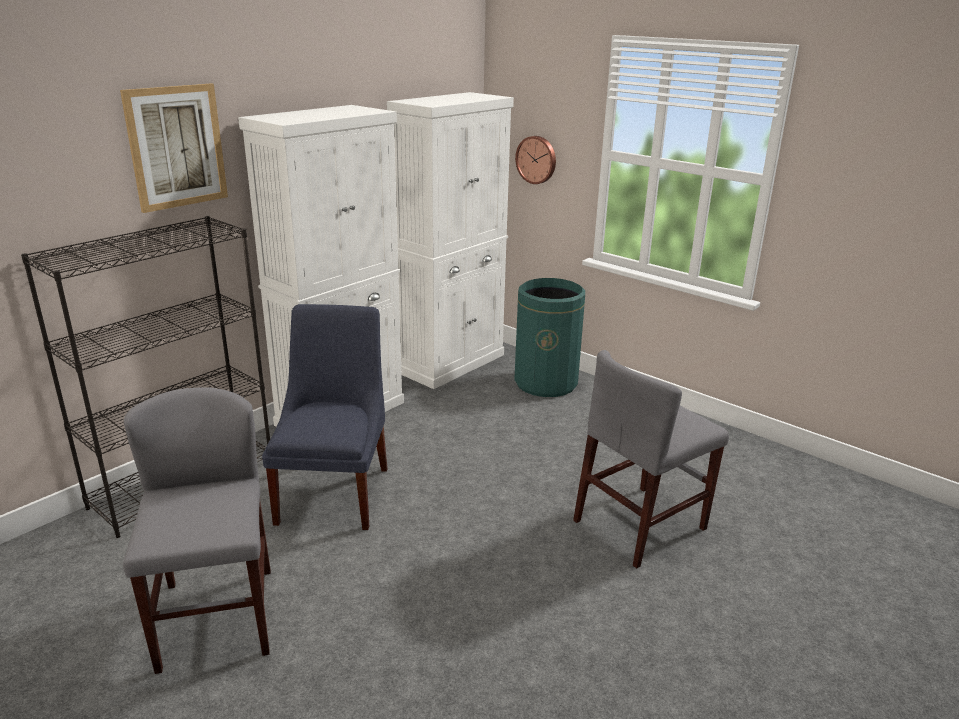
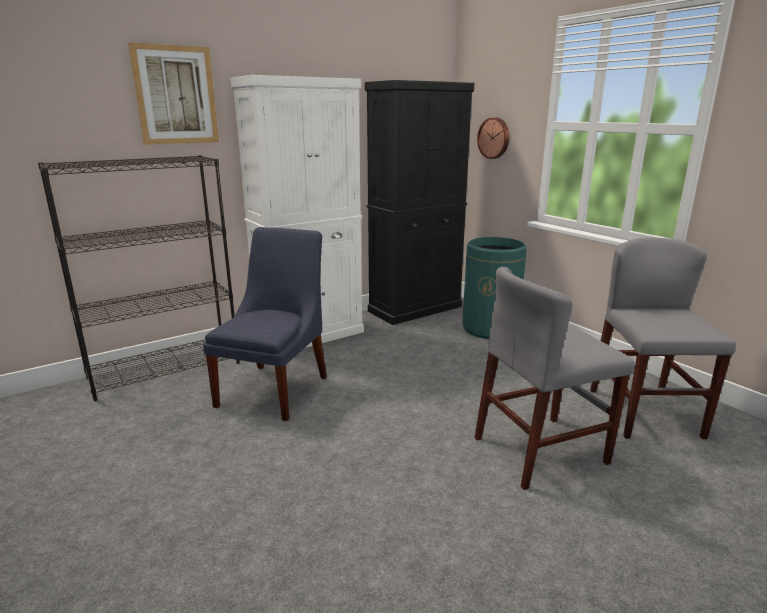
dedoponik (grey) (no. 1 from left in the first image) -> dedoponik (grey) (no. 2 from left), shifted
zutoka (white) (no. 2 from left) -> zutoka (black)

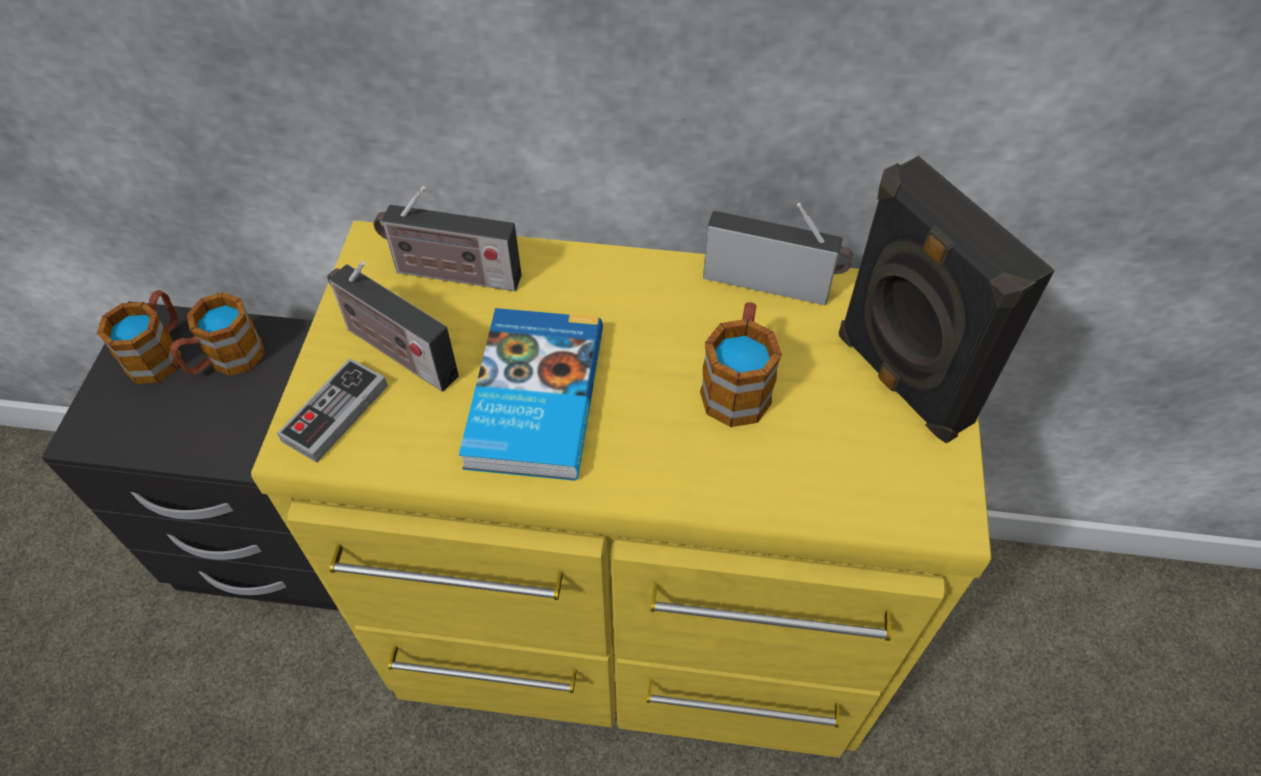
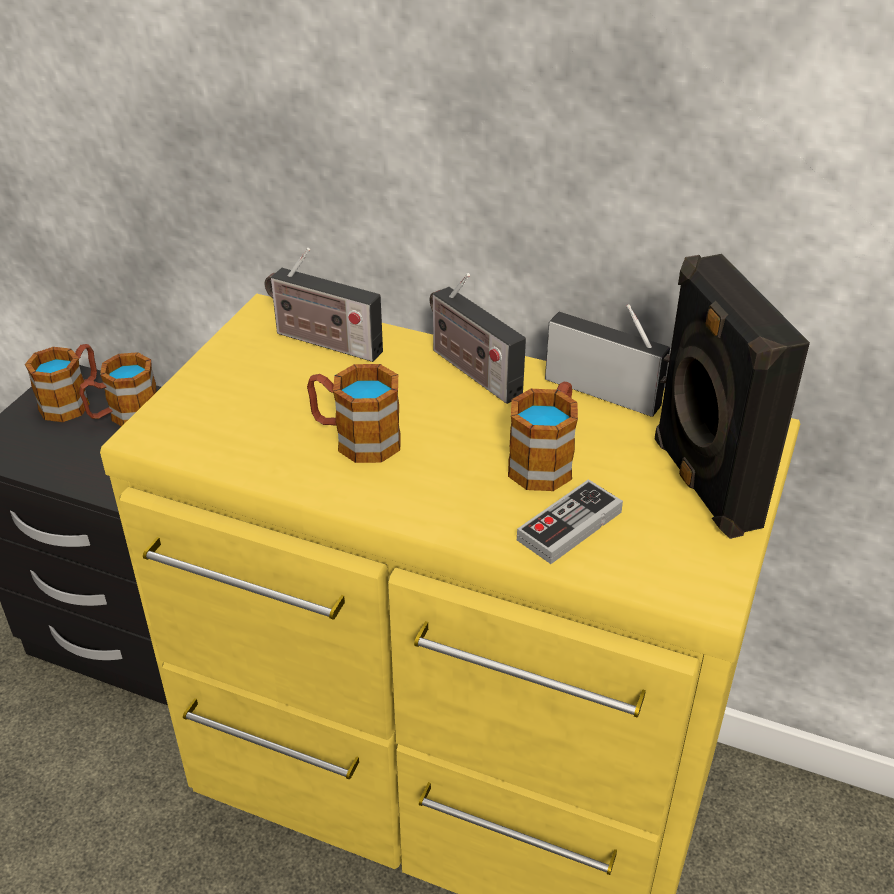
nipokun, shifted
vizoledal (no. 1 from left in the first image) -> vizoledal (no. 2 from left), shifted
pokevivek -> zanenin (no. 3 from left)

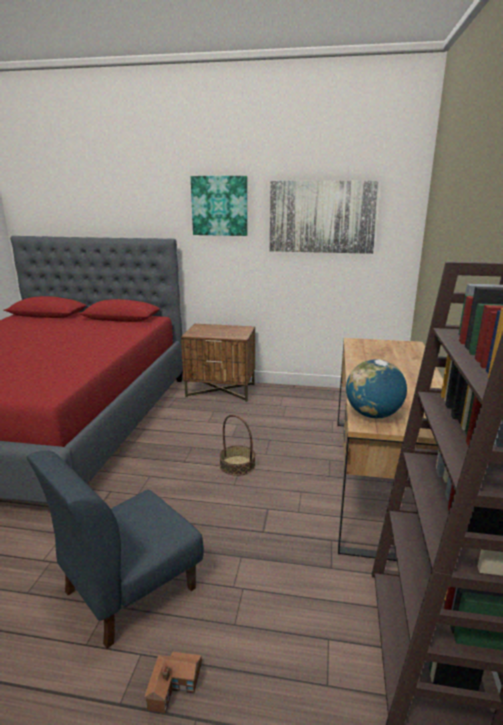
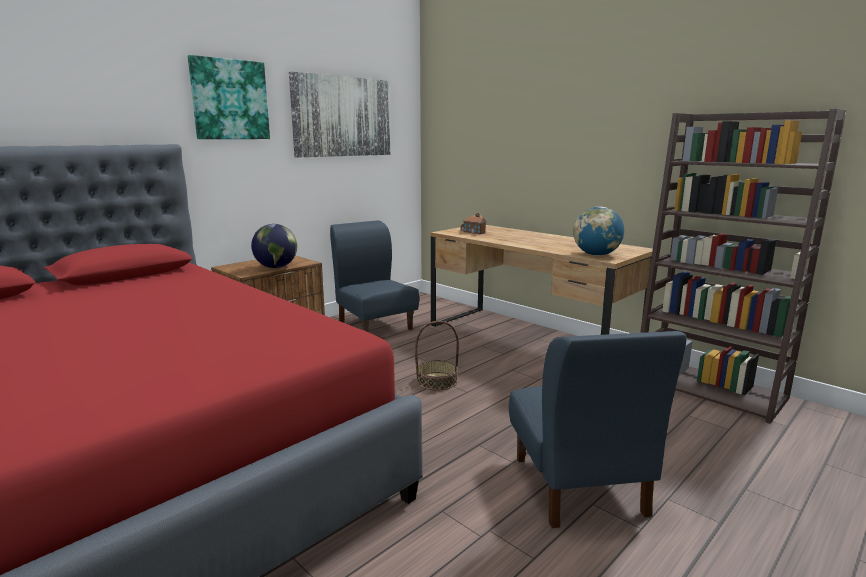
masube, shifted
none -> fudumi (no. 1 from left)
none -> dedoponik (blue) (no. 1 from left)

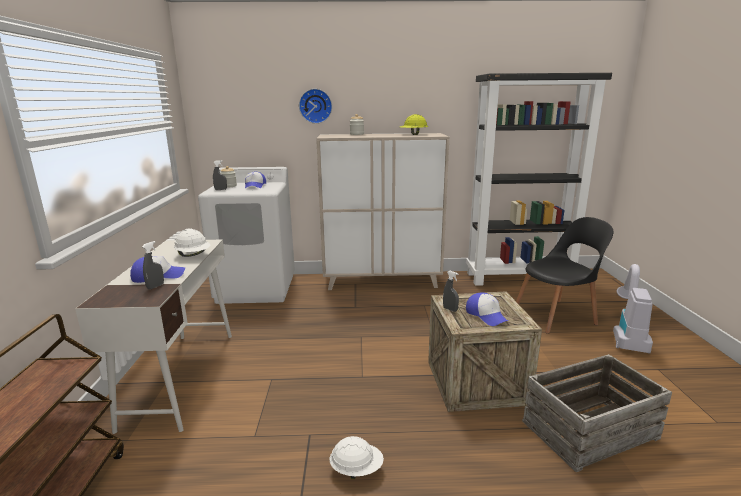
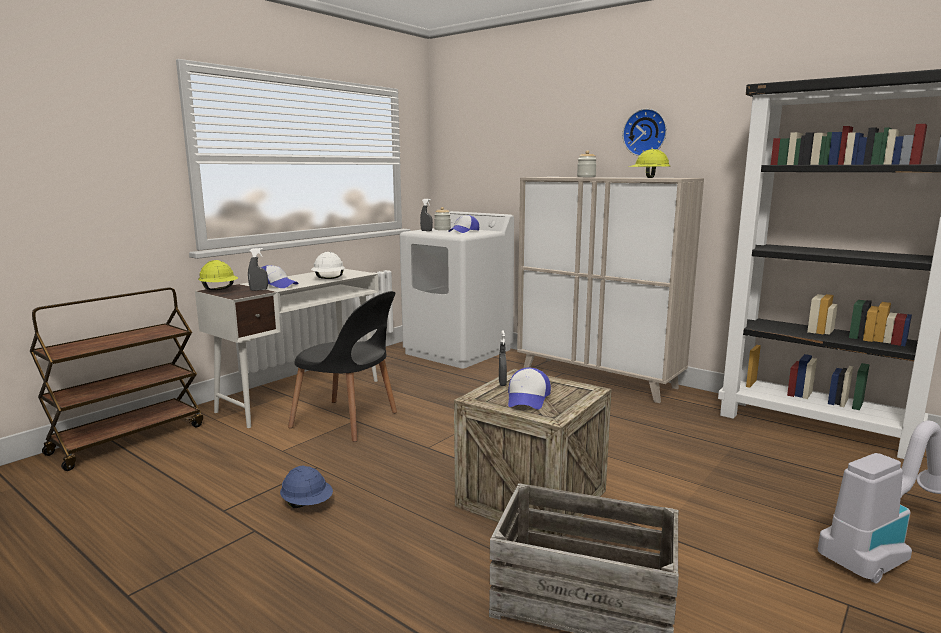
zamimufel, shifted
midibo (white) (no. 2 from left) -> midibo (blue)
dedoponik (black), shifted
none -> midibo (yellow) (no. 1 from left)

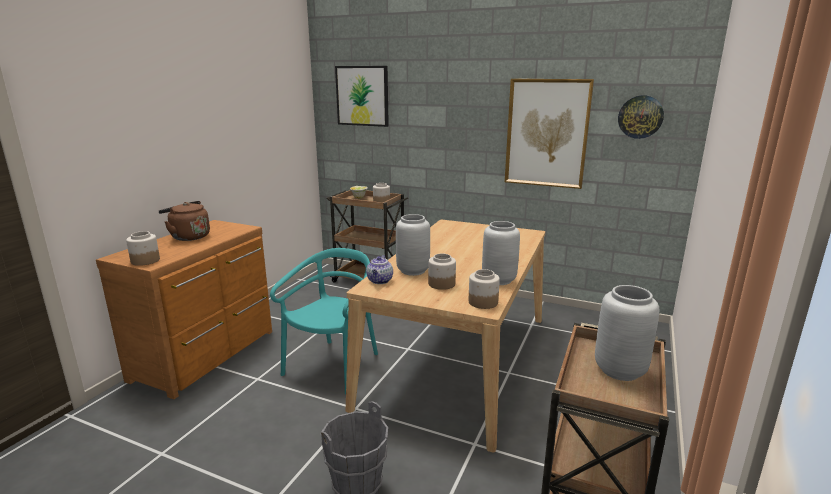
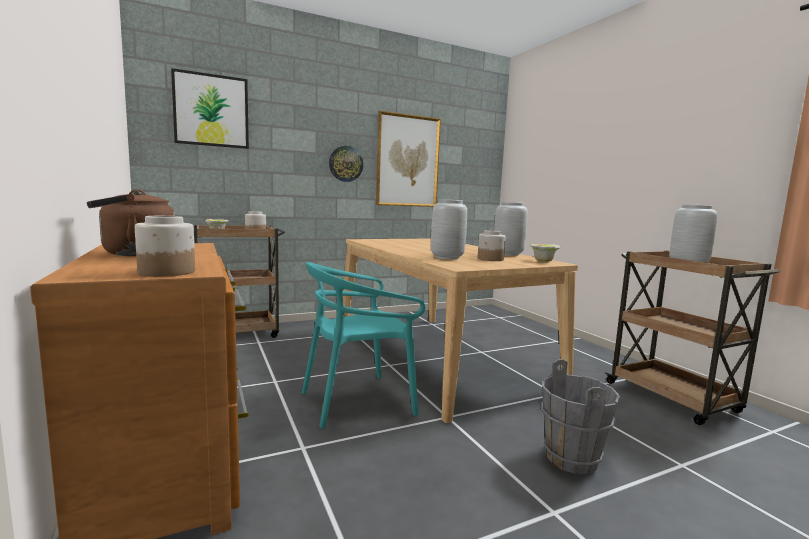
dedoponik (turquoise), 90 degrees counterclockwise
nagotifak -> none
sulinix (no. 4 from left) -> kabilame (no. 2 from left)
zamimufel, shifted

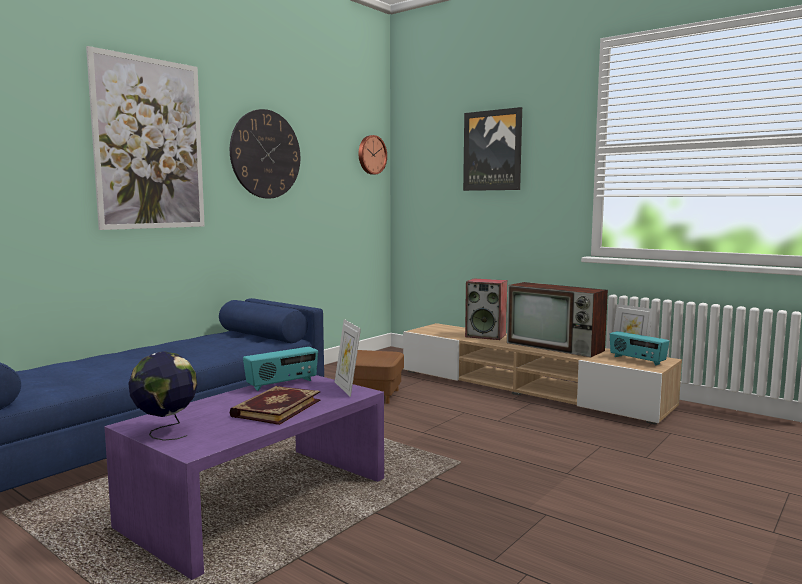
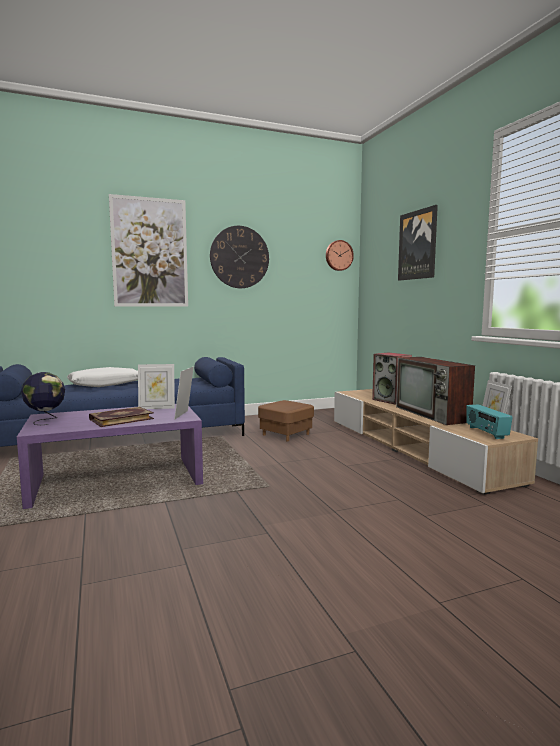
vizoledal (no. 1 from left) -> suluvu (no. 1 from left)
none -> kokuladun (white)

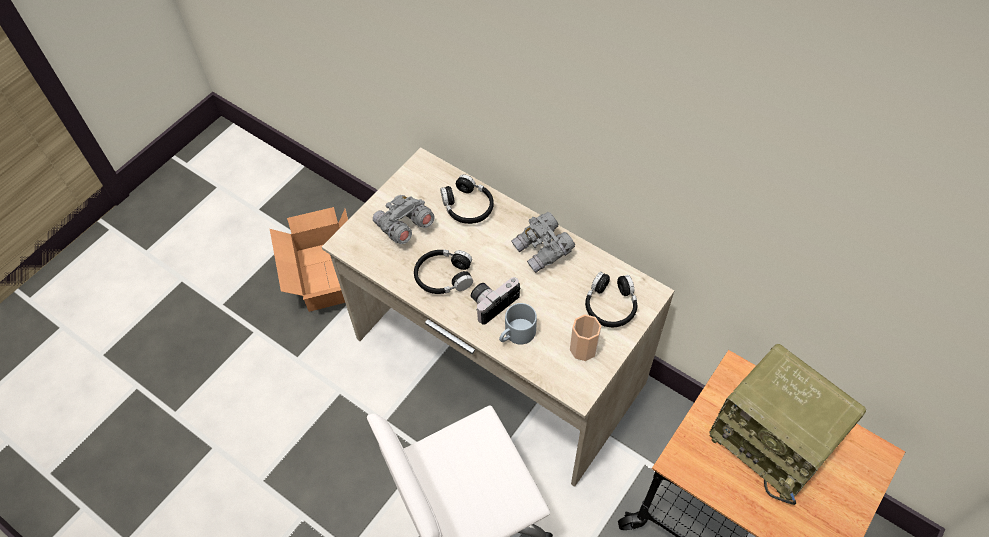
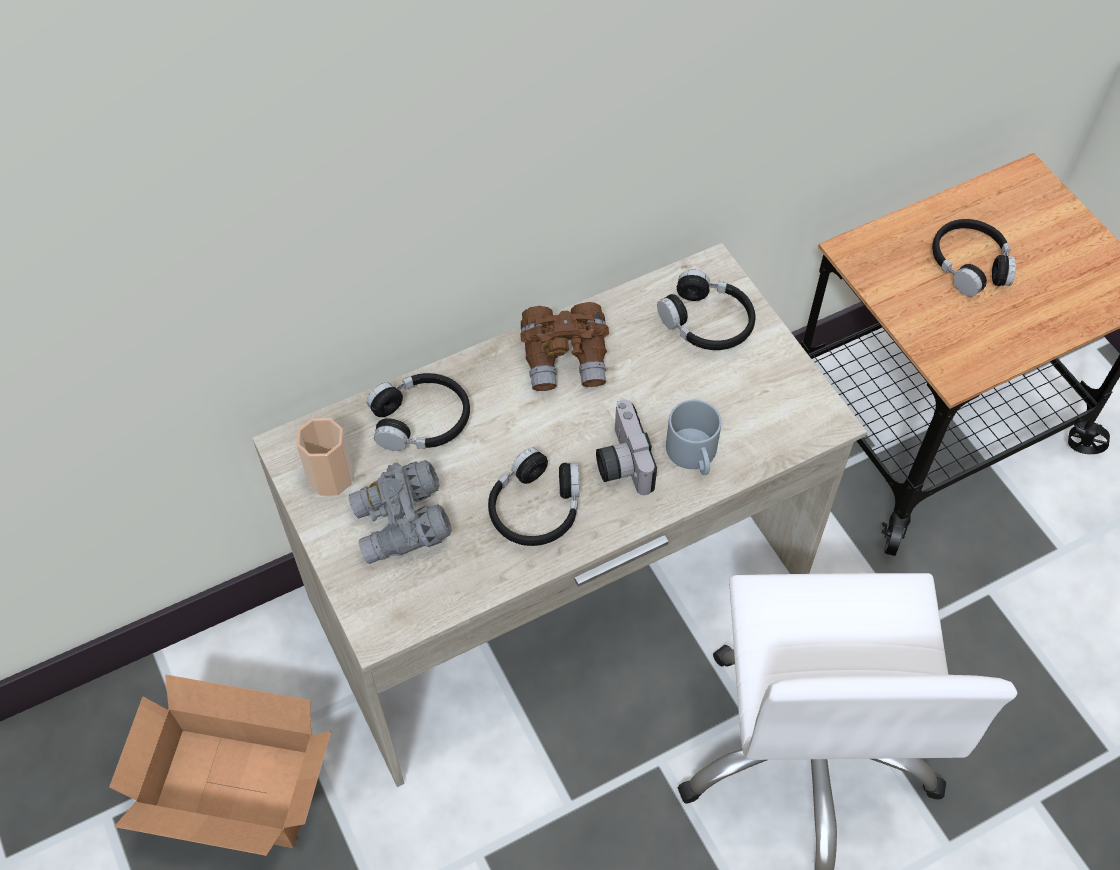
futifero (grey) (no. 2 from left) -> futifero (brown)
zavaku, shifted
vizoledal -> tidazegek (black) (no. 4 from left)

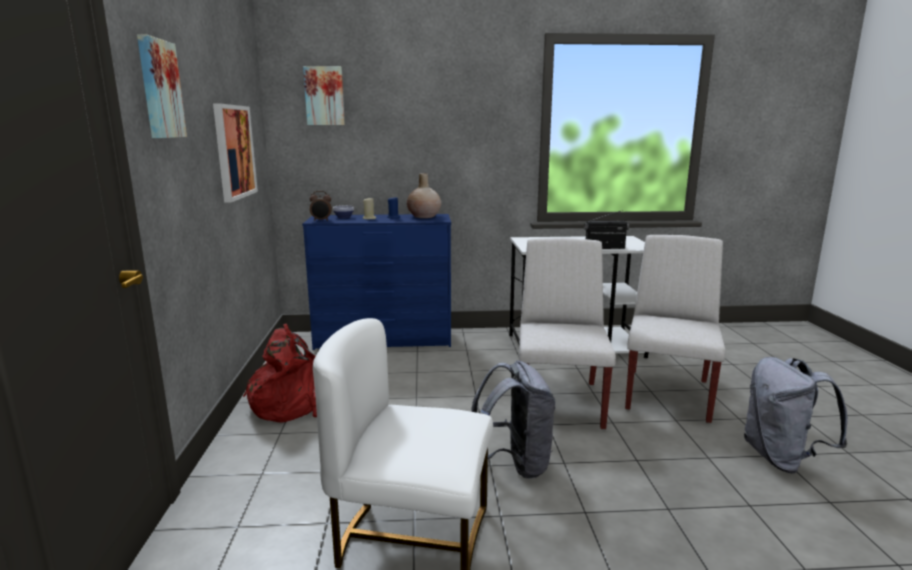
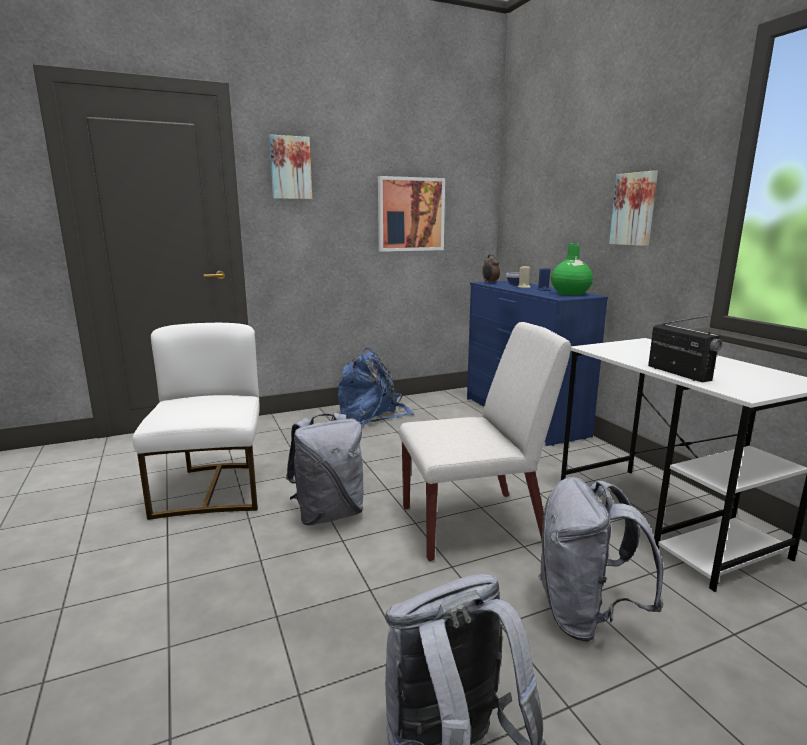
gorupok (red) -> gorupok (blue)
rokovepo (no. 3 from left), shifted
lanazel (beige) -> lanazel (green)
dedoponik (white) (no. 3 from left) -> gorupok (grey) (no. 3 from left)

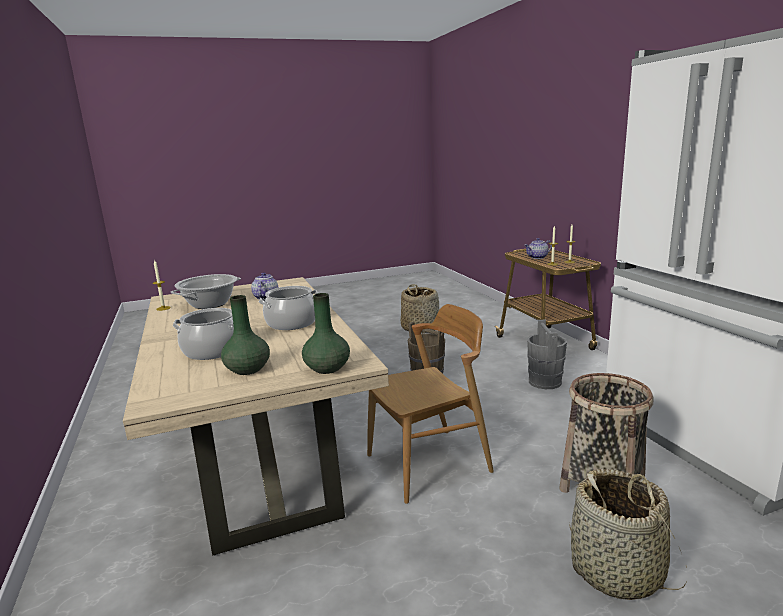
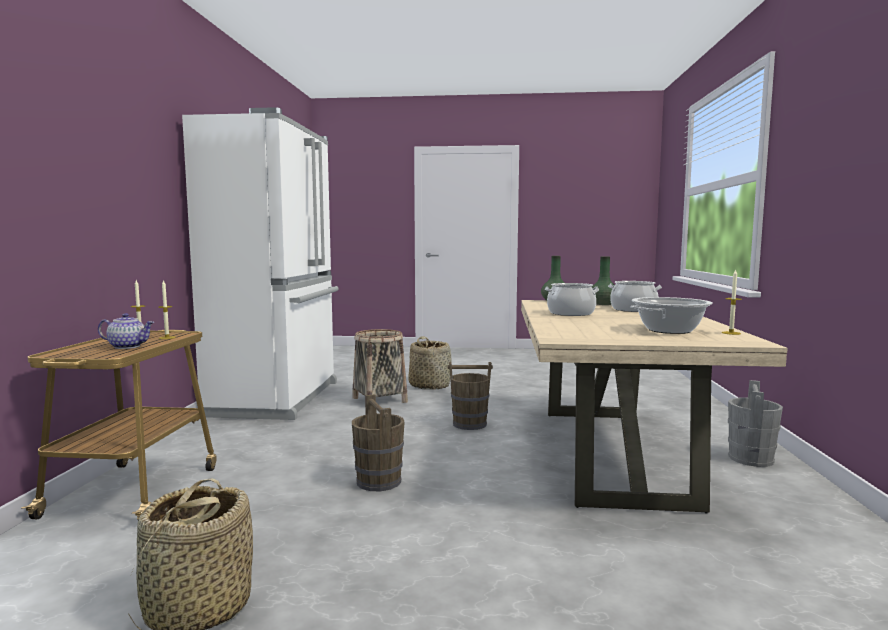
nagotifak (no. 1 from left) -> none
dedoponik (brown) -> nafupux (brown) (no. 2 from left)
nafupux (grey), shifted

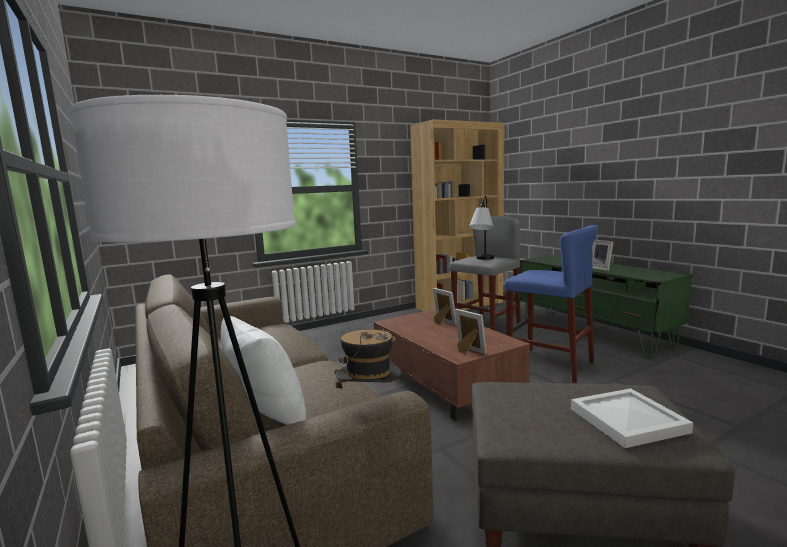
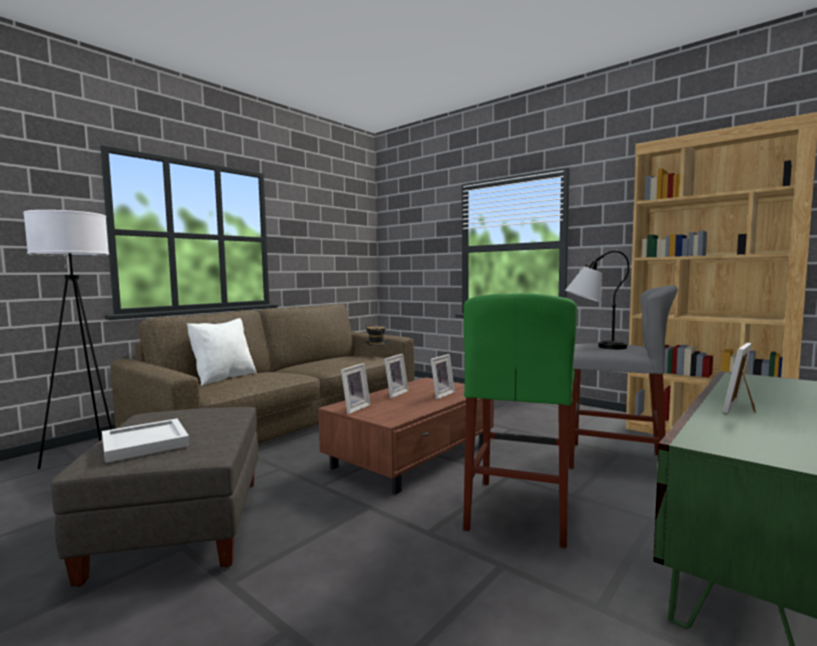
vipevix, shifted
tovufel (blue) -> tovufel (green)
none -> suluvu (no. 2 from left)

